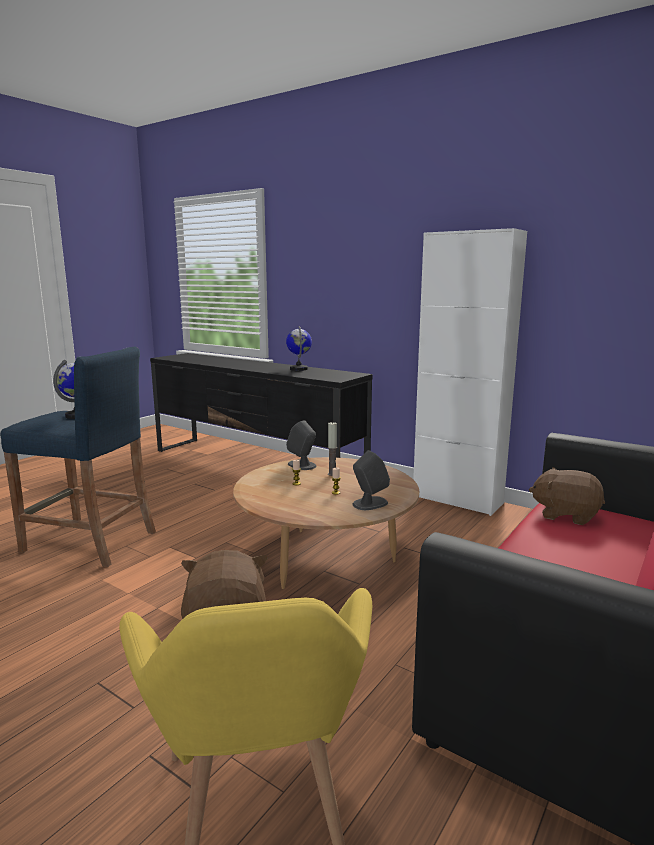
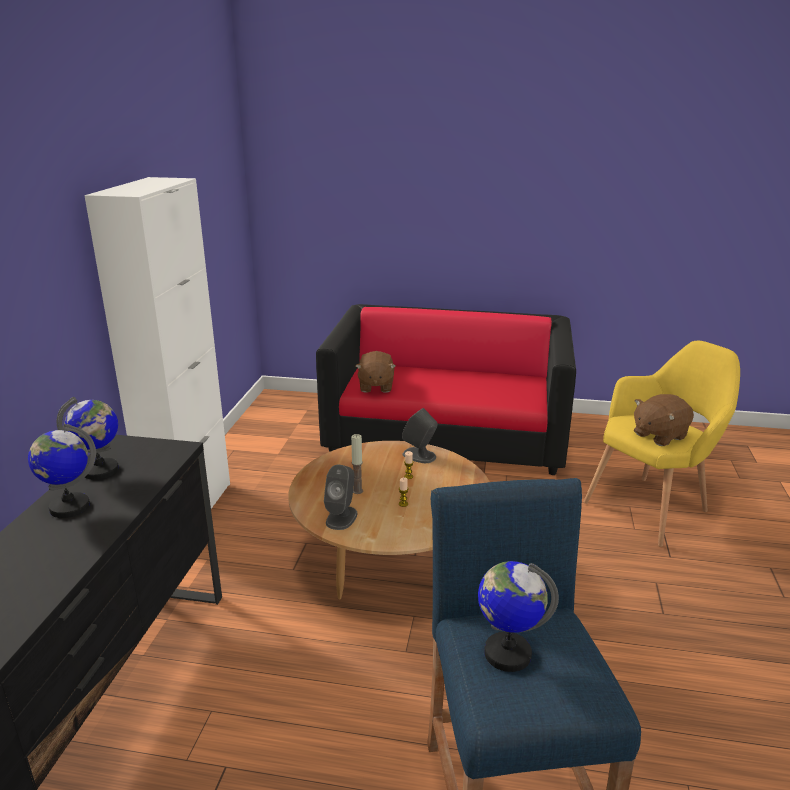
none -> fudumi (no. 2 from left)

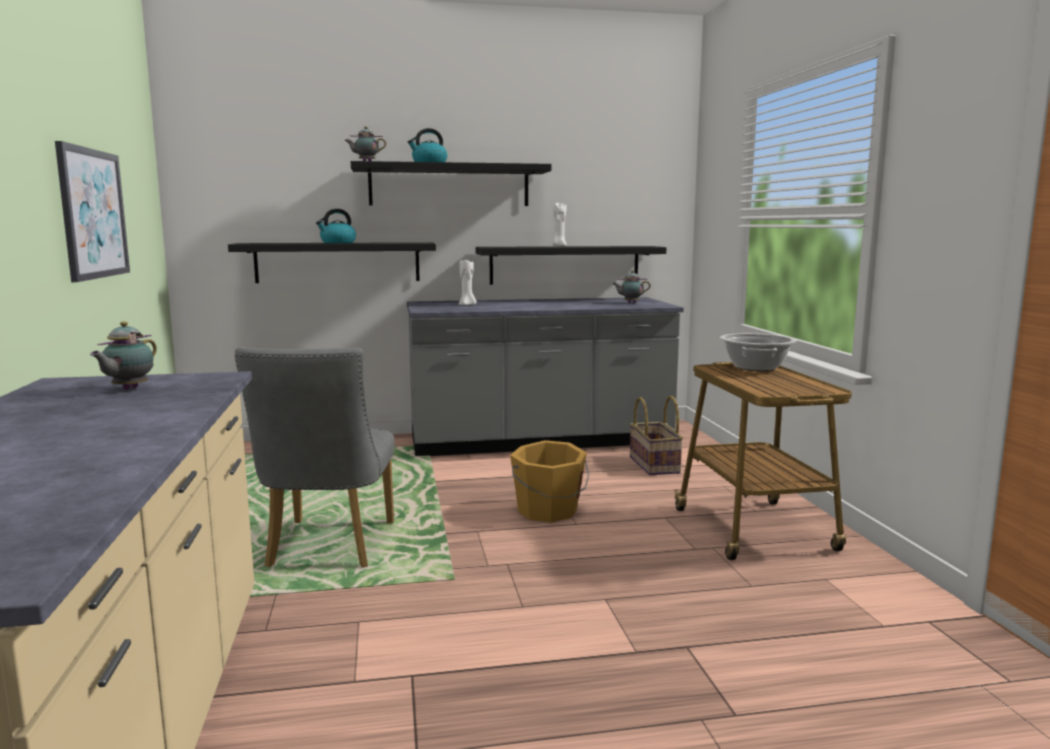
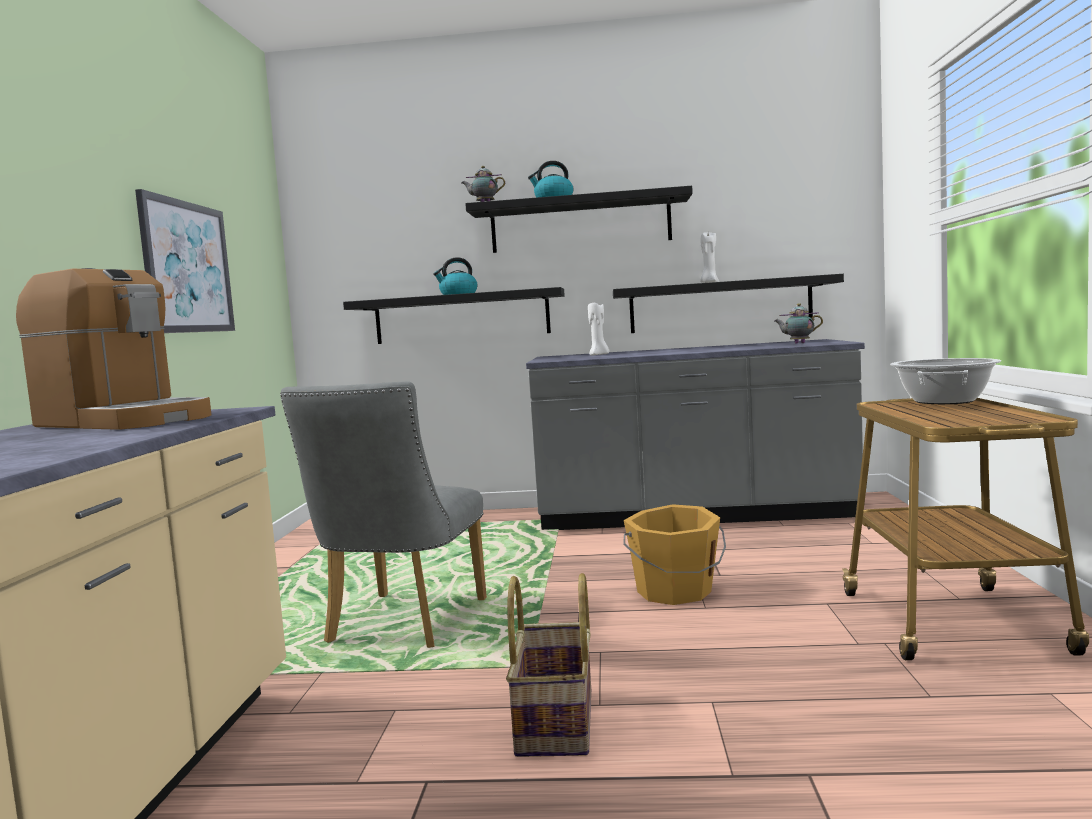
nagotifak (no. 1 from left) -> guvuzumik
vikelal, shifted

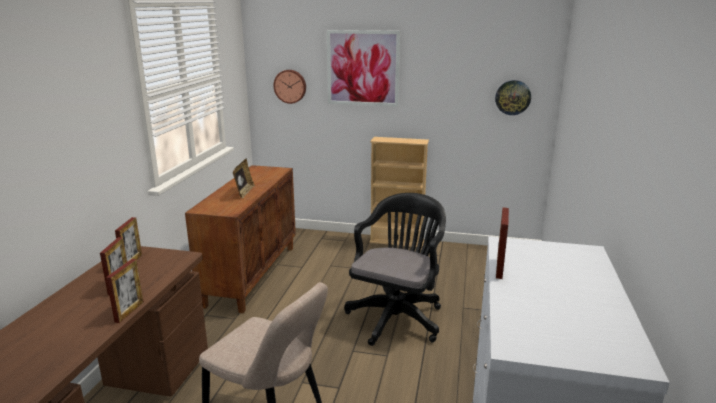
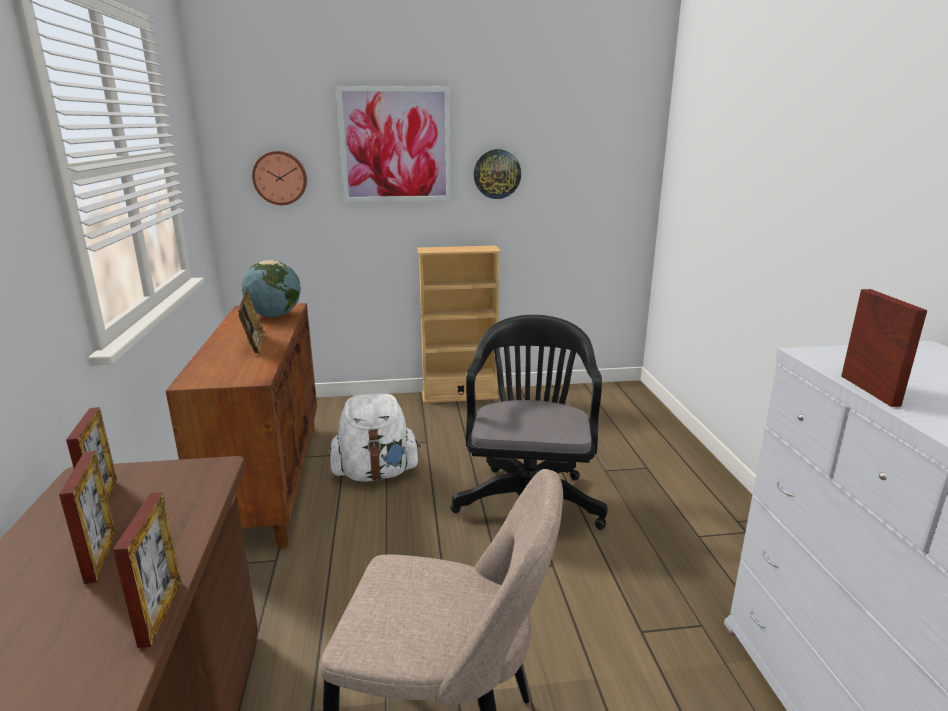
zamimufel (no. 2 from left), shifted
none -> fudumi
none -> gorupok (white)

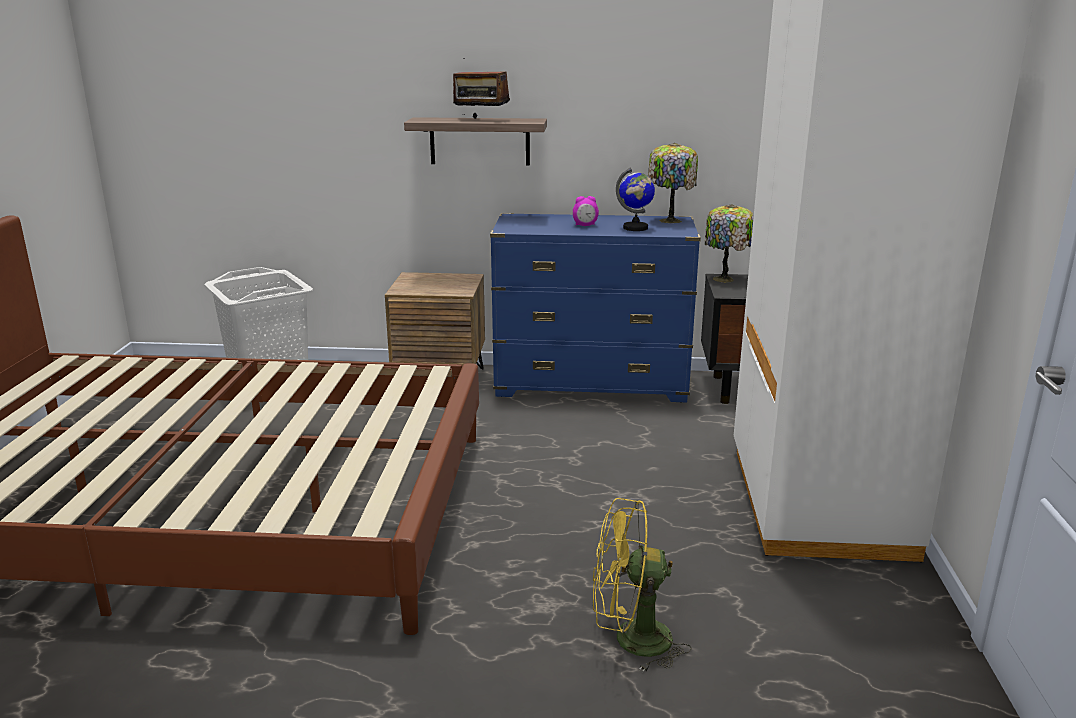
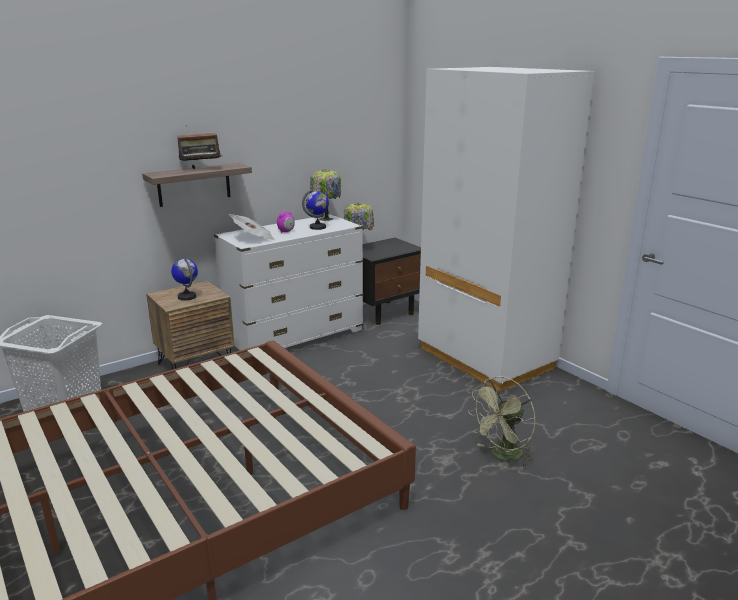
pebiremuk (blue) -> pebiremuk (white)
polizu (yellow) -> polizu (green)
none -> fudumi (no. 1 from left)
none -> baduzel

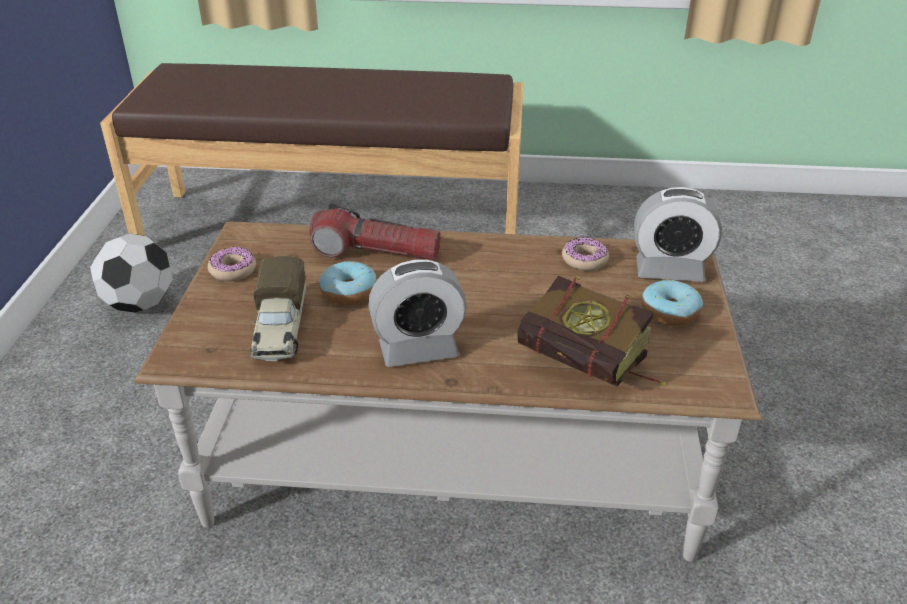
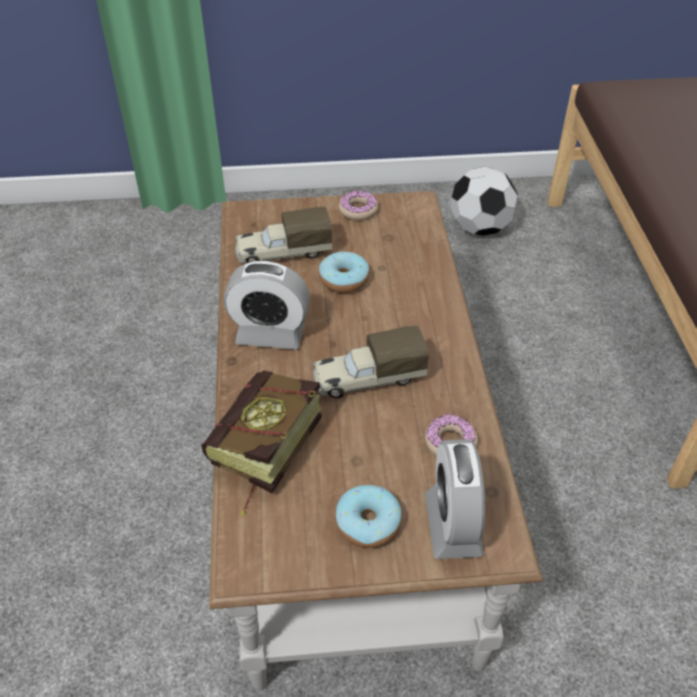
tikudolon -> none
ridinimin (no. 1 from left), 60 degrees counterclockwise
none -> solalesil (no. 2 from left)

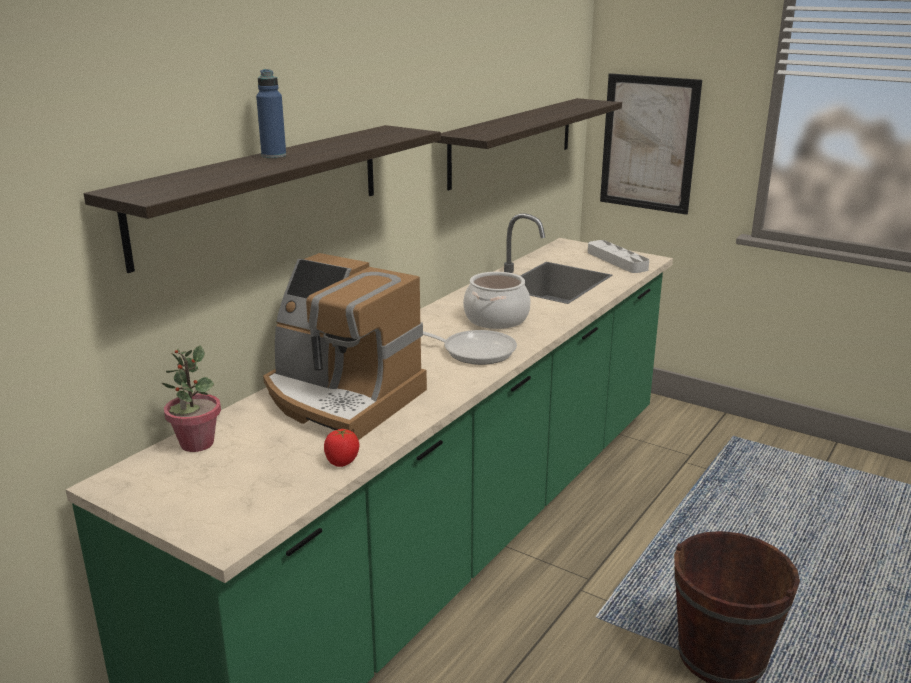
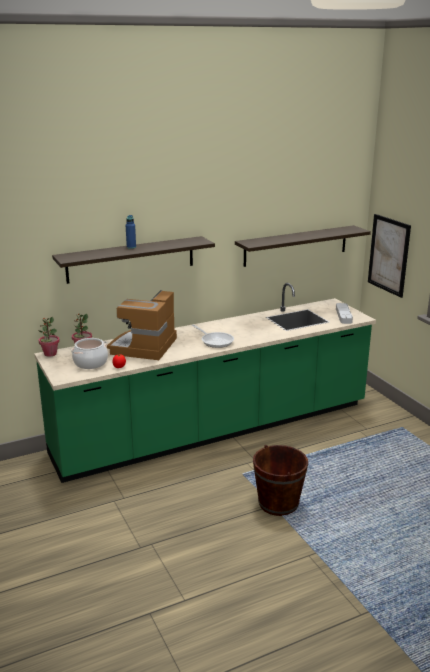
guvuzumik, 45 degrees clockwise
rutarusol, shifted
none -> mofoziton (no. 1 from left)

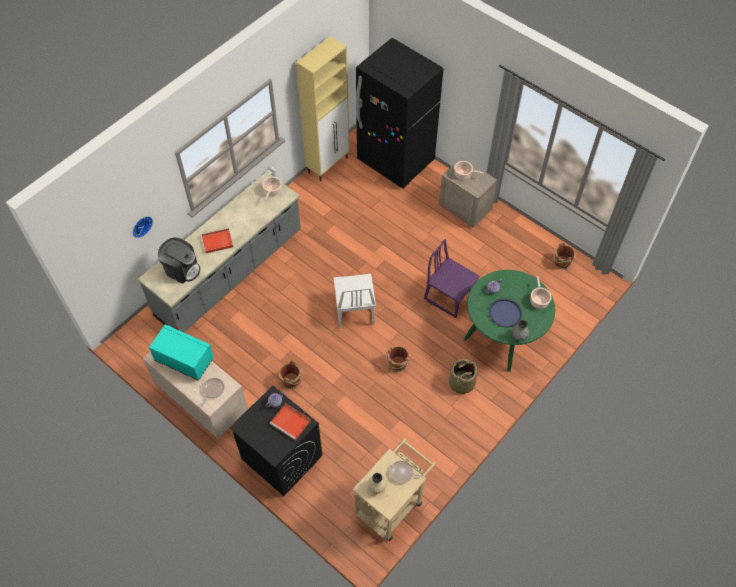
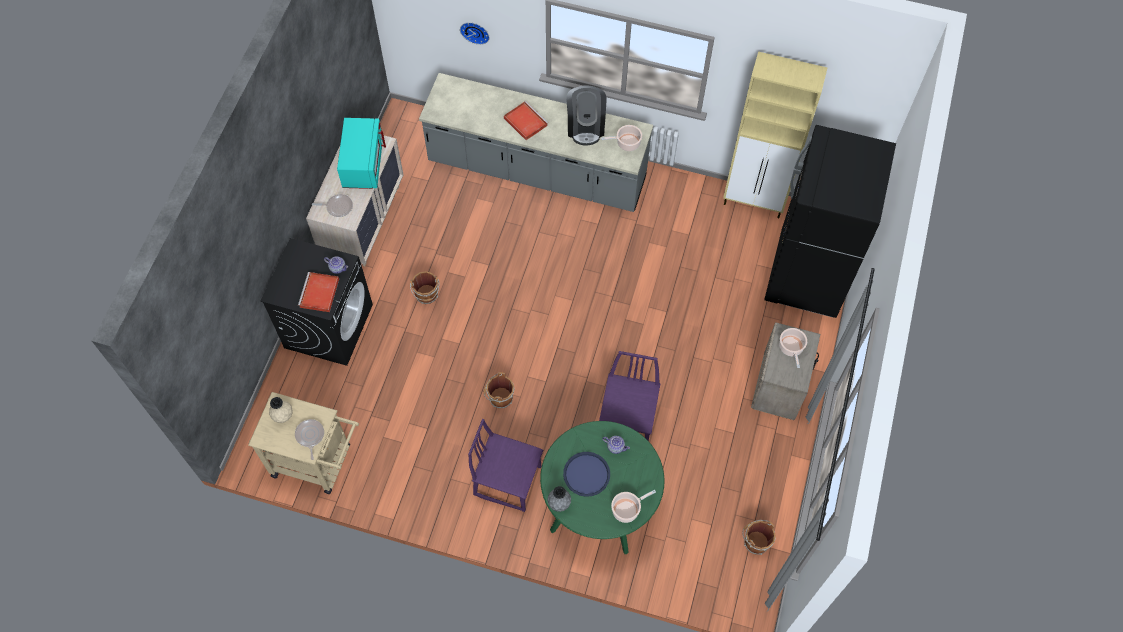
guvuzumik, shifted
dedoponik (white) -> none
vikelal -> dedoponik (purple) (no. 1 from left)

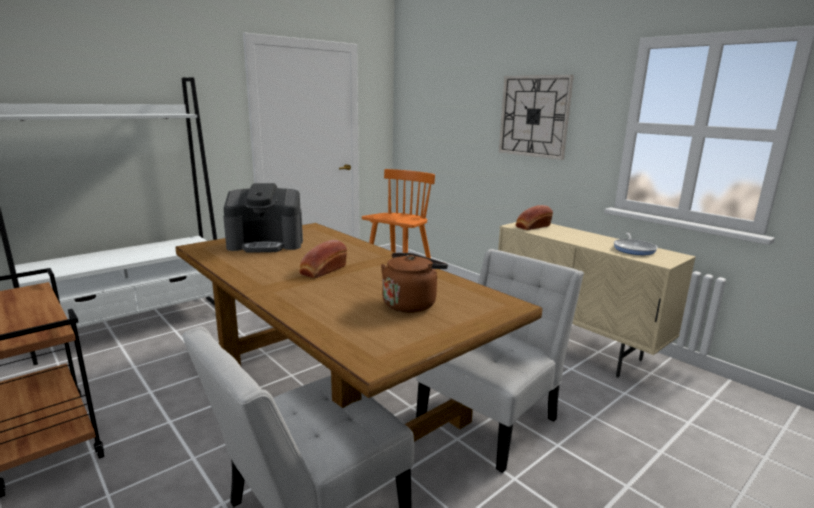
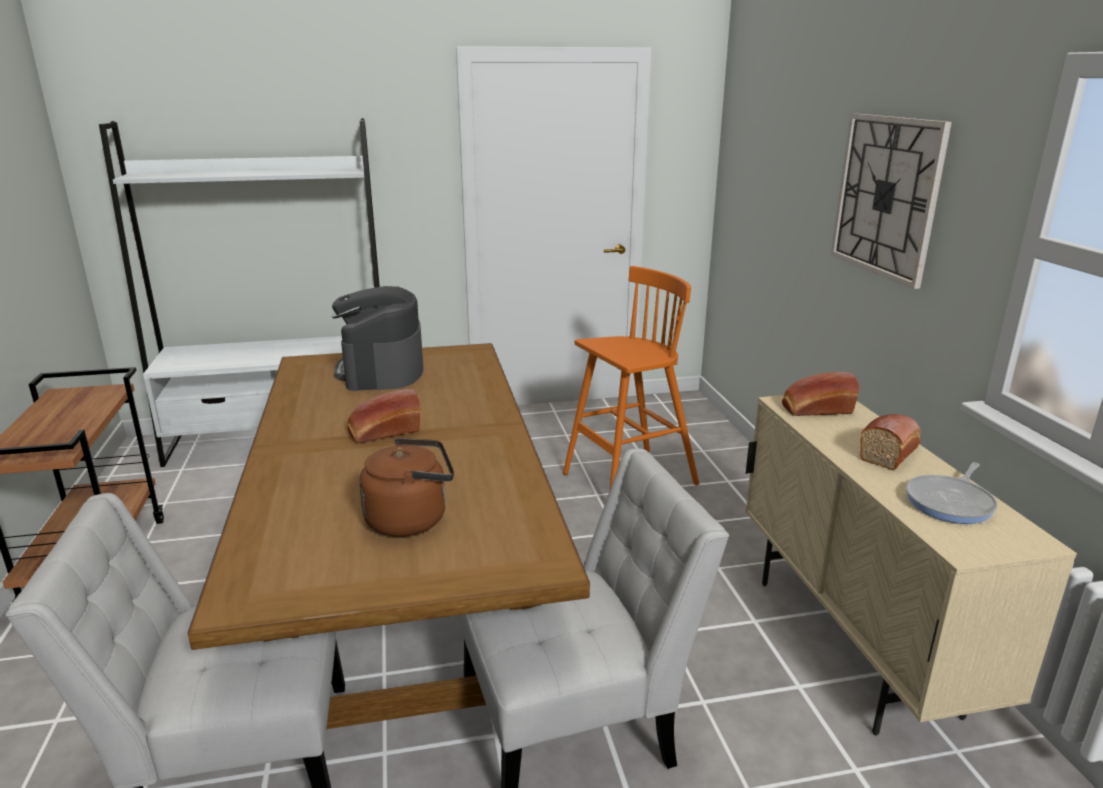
guvuzumik, 60 degrees clockwise
none -> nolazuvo (no. 3 from left)

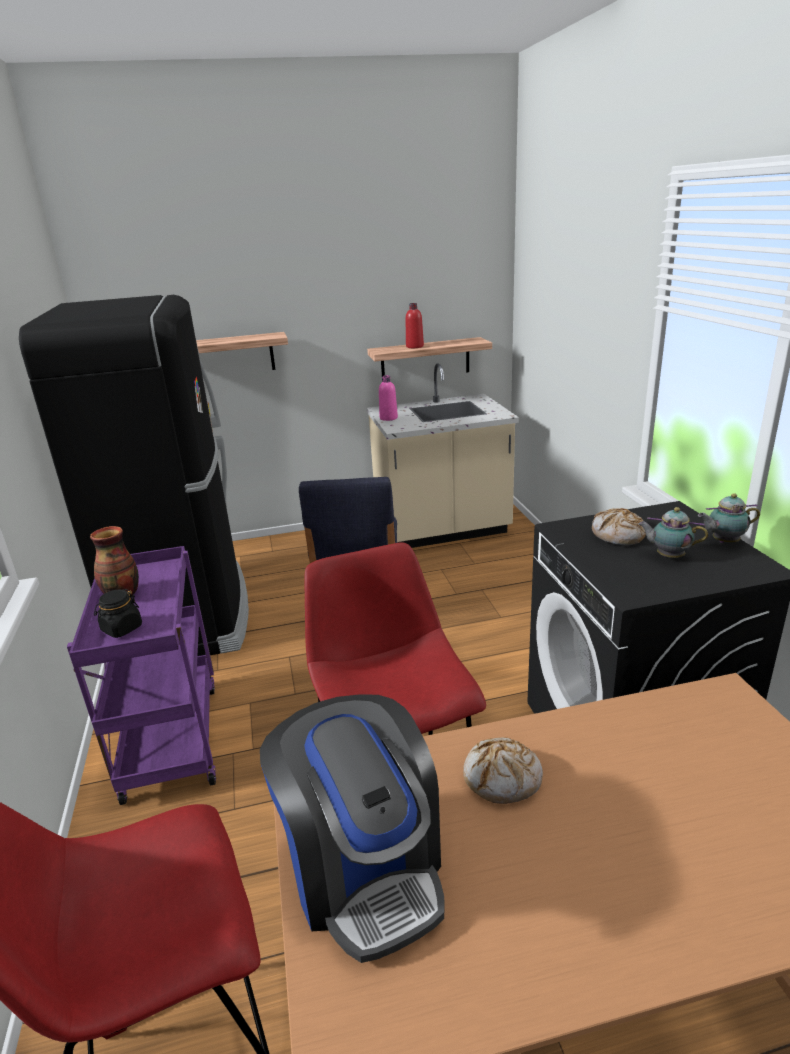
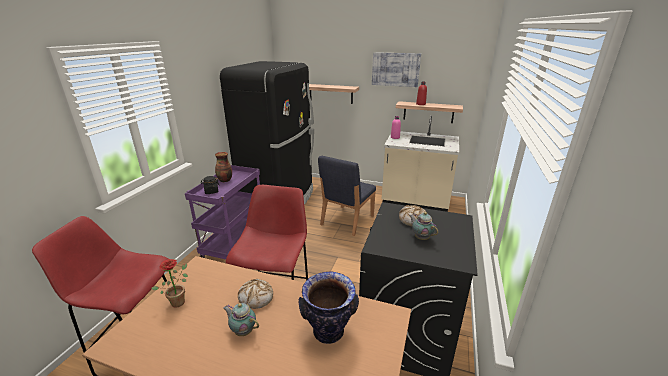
guvuzumik -> mofoziton
nagotifak (no. 2 from left in the first image) -> nagotifak (no. 1 from left), shifted
none -> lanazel (no. 2 from left)
none -> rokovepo

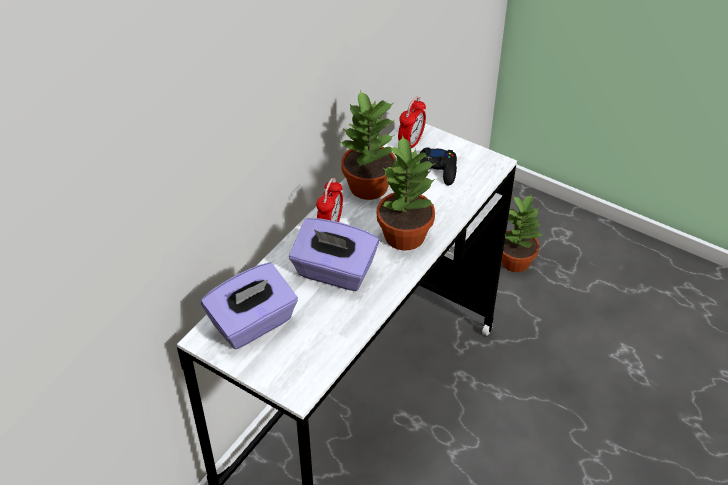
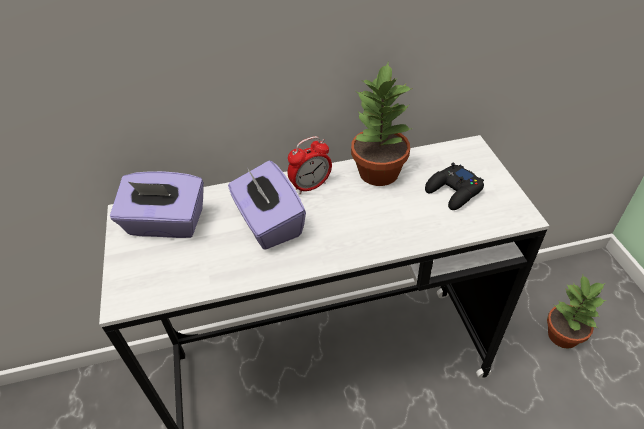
mofoziton (no. 2 from left) -> none
ridinimin (no. 2 from left) -> none

